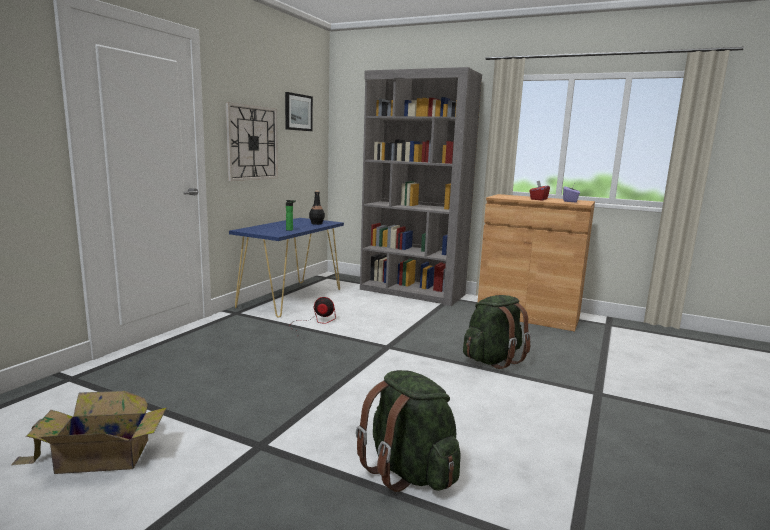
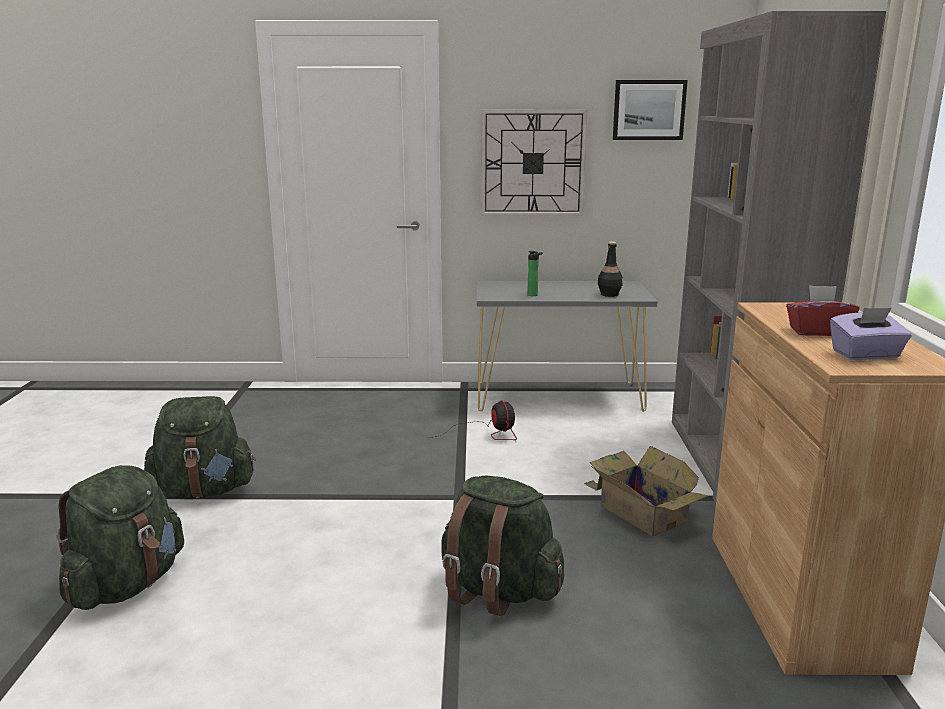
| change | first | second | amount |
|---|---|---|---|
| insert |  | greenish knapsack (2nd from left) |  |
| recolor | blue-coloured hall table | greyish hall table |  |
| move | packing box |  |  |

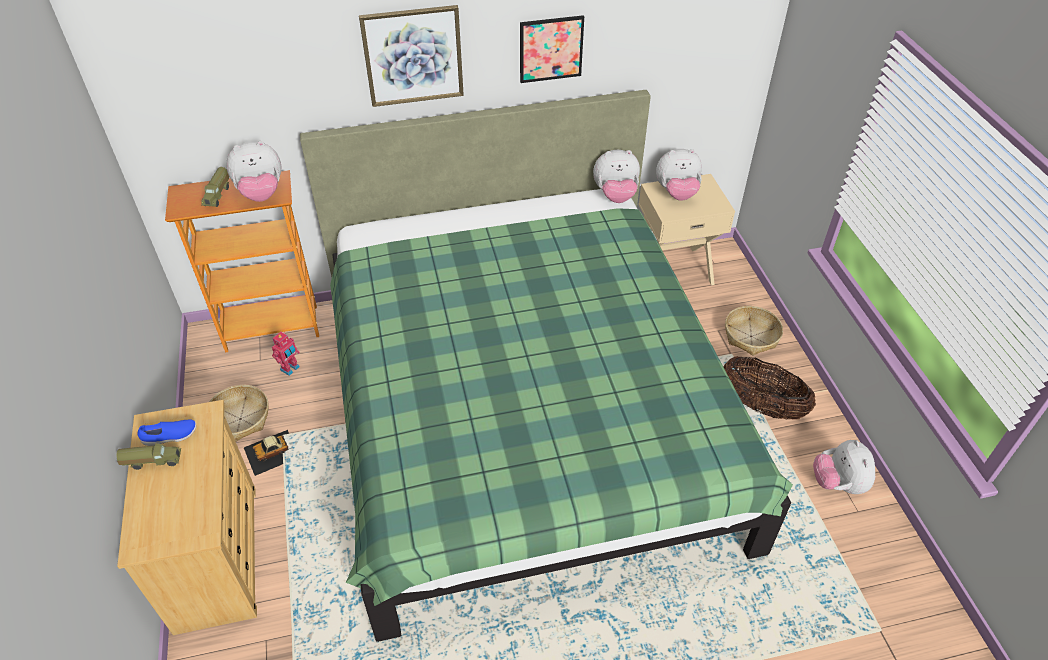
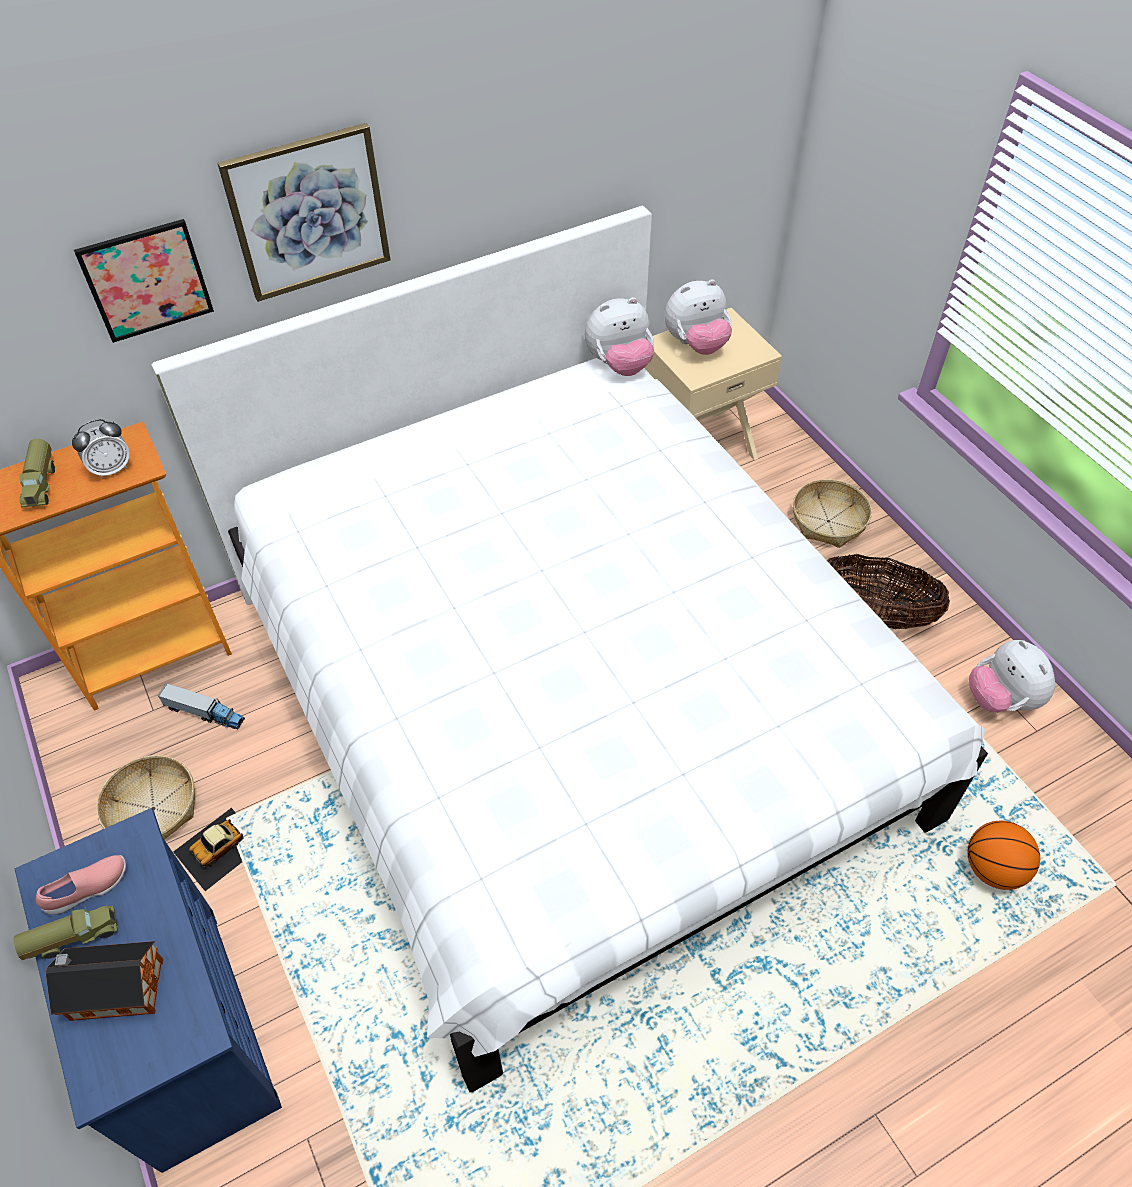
| change | first | second | amount |
|---|---|---|---|
| recolor | beige chest of drawers | blue-coloured chest of drawers |  |
| recolor | blue-coloured shoe | pink-coloured shoe |  |
| insert |  | model house |  |
| replace | cuddly toy (1st from left) | alarm clock |  |
| move | wall art (2nd from left in the first image) | wall art (1st from left) |  |
| recolor | greenish bedroom bed | whitish bedroom bed |  |
| replace | robot figure | toy lorry (3rd from left) |  |
| insert |  | ball for basketball |  |

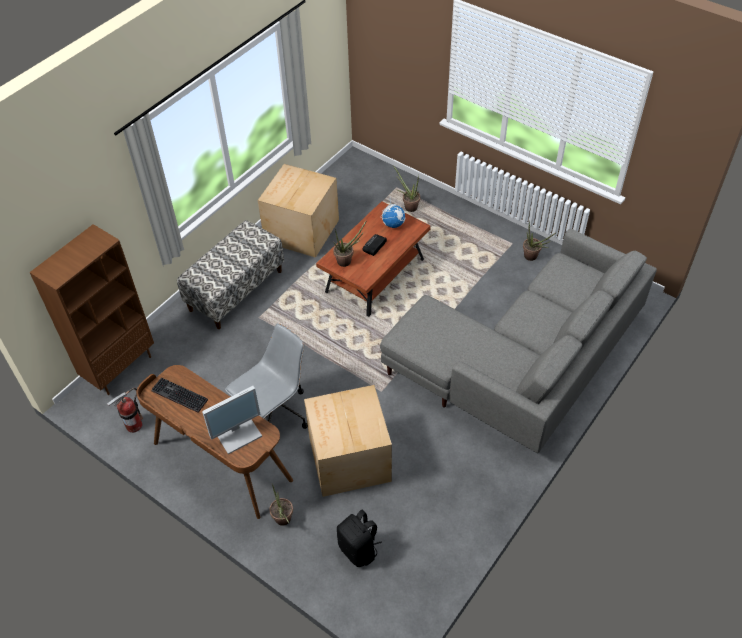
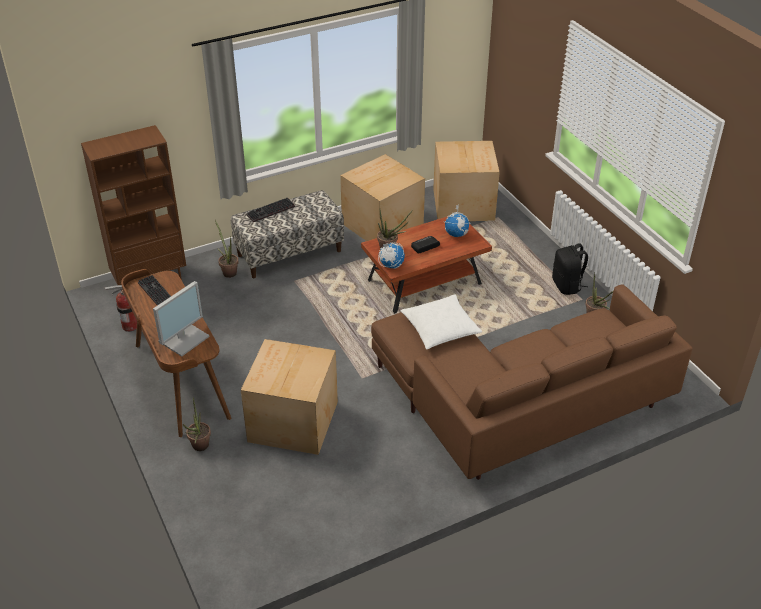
| change | first | second | amount |
|---|---|---|---|
| rotate | computer screen |  | 45 degrees counterclockwise |
| move | plant in a pot (3rd from left in the first image) | plant in a pot (2nd from left) |  |
| insert |  | PC keyboard (2nd from left) |  |
| recolor | greyish couch | brownish couch |  |
| insert |  | world globe (1st from left) |  |
| insert |  | whitish pillow |  |
| insert |  | packing box (3rd from left) |  |
| move | black-coloured knapsack |  |  |
| delete | greyish desk chair |  |  |

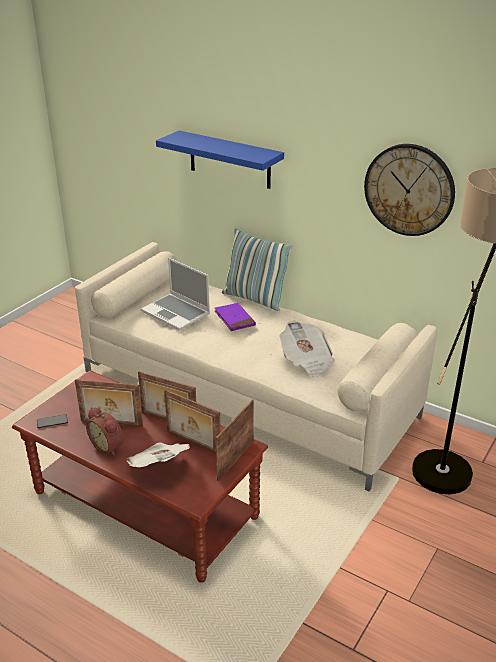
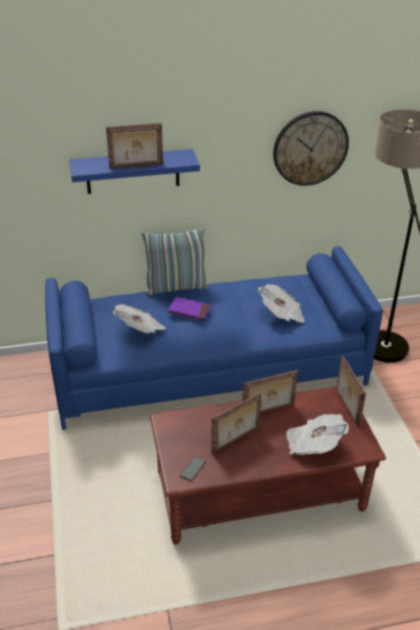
| change | first | second | amount |
|---|---|---|---|
| recolor | beige couch | blue-coloured couch |  |
| move | standing frame (3rd from left in the first image) | standing frame (1st from left) |  |
| replace | notebook computer | daily paper (1st from left) |  |
| delete | alarm clock |  |  |

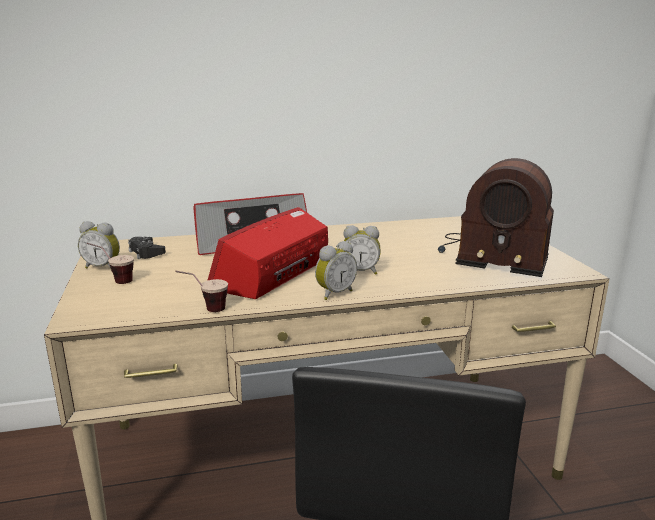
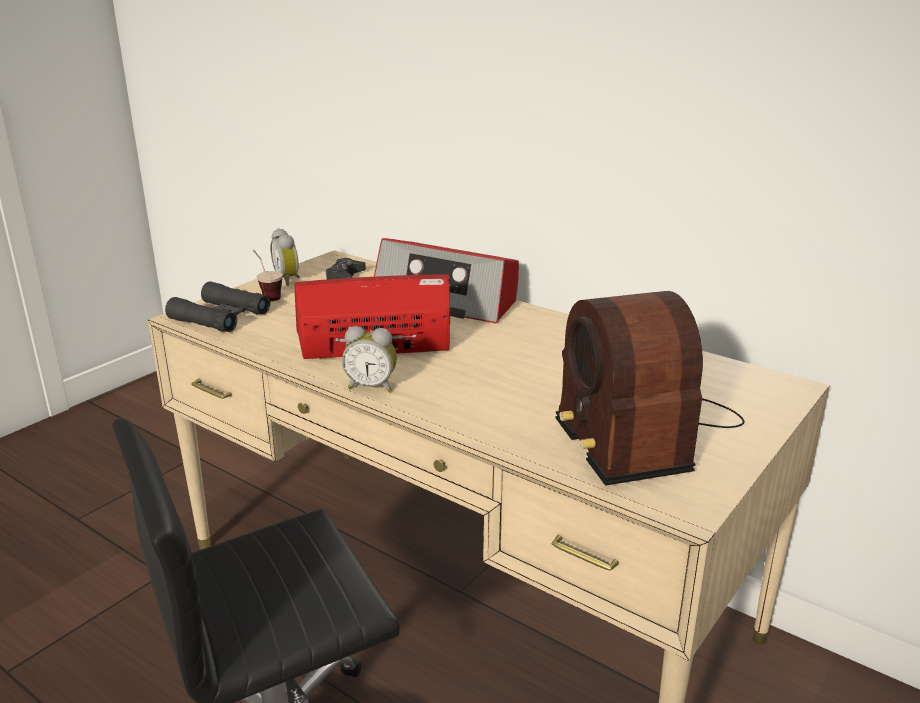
| change | first | second | amount |
|---|---|---|---|
| insert |  | black-coloured binoculars |  |
| delete | cup (2nd from left) |  |  |
| delete | alarm clock (3rd from left) |  |  |

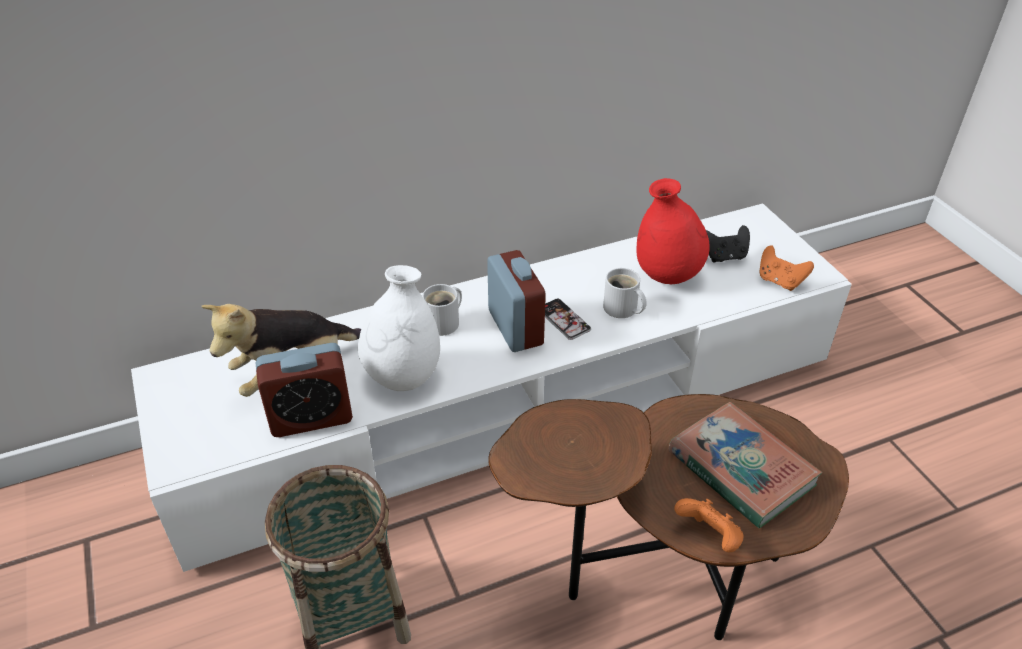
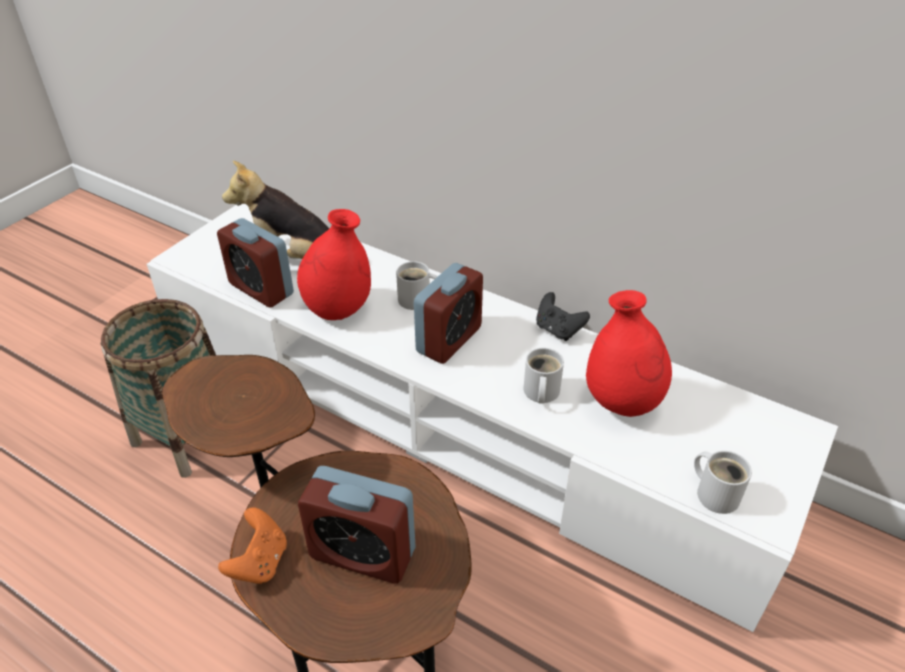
| change | first | second | amount |
|---|---|---|---|
| recolor | whitish vase | red-coloured vase (1st from left) |  |
| replace | volume | alarm clock (2nd from left) |  |
| move | black-coloured gamepad |  |  |
| replace | orangey gamepad (2nd from left) | whitish tea mug (3rd from left) |  |
| delete | telephone |  |  |

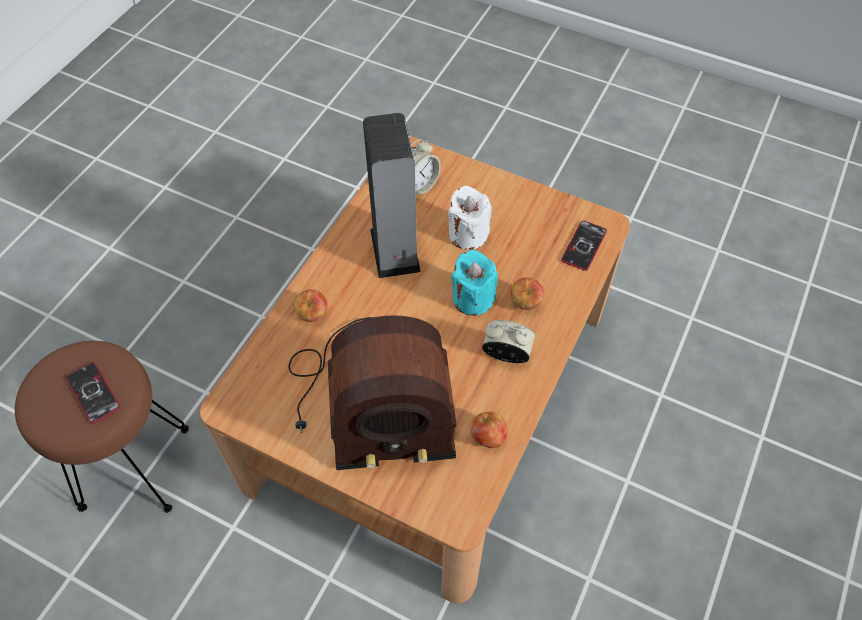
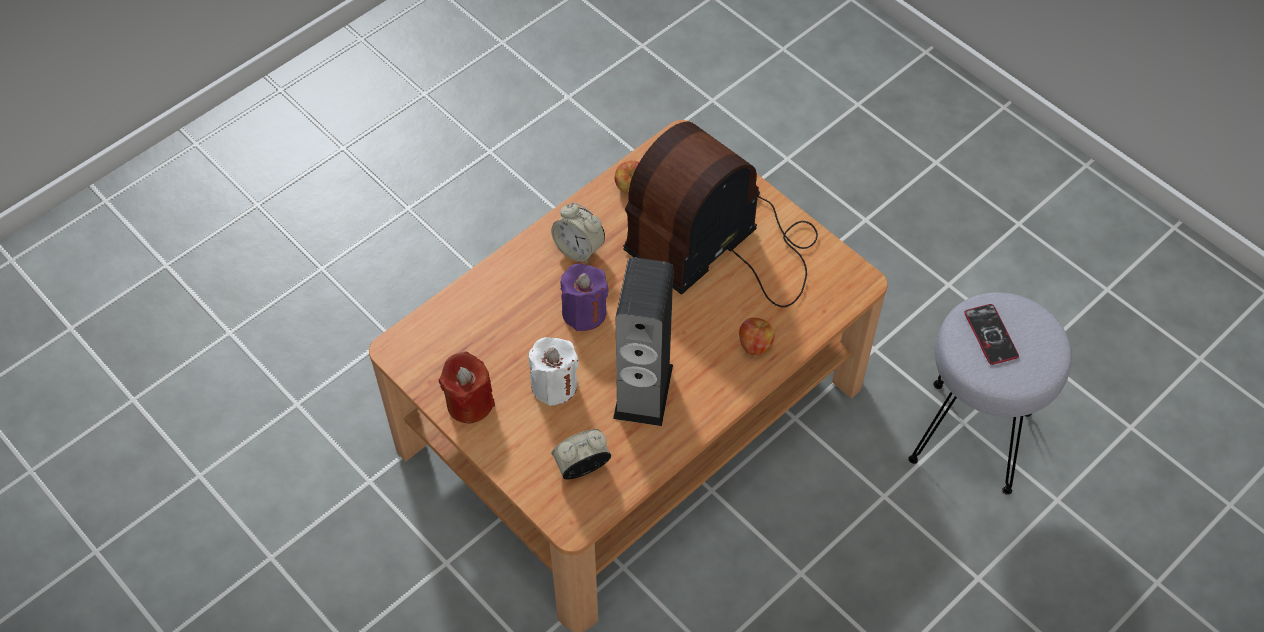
| change | first | second | amount |
|---|---|---|---|
| insert |  | red-coloured candle |  |
| recolor | blue-green candle | purple-coloured candle |  |
| rotate | radio |  | 60 degrees counterclockwise |
| recolor | brownish stool | greyish stool |  |
| delete | apple fruit (3rd from left) |  |  |
| delete | telephone (2nd from left) |  |  |

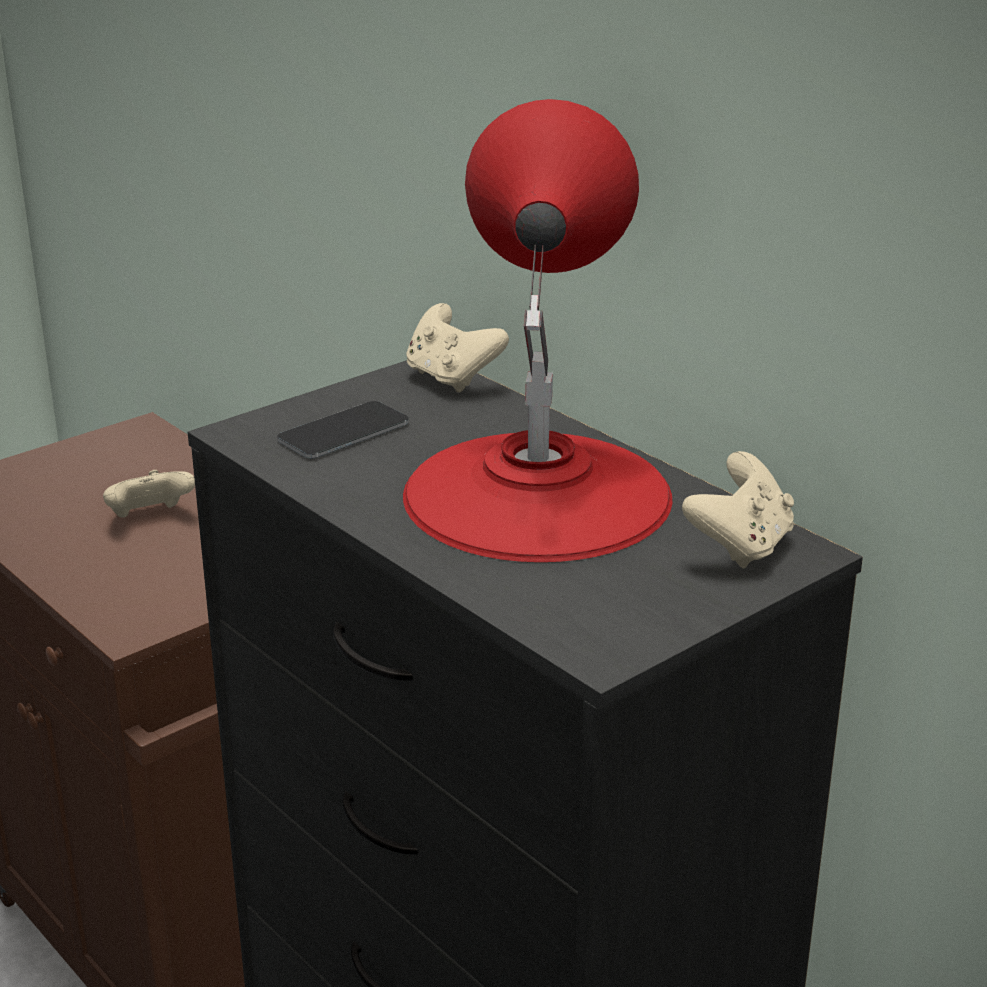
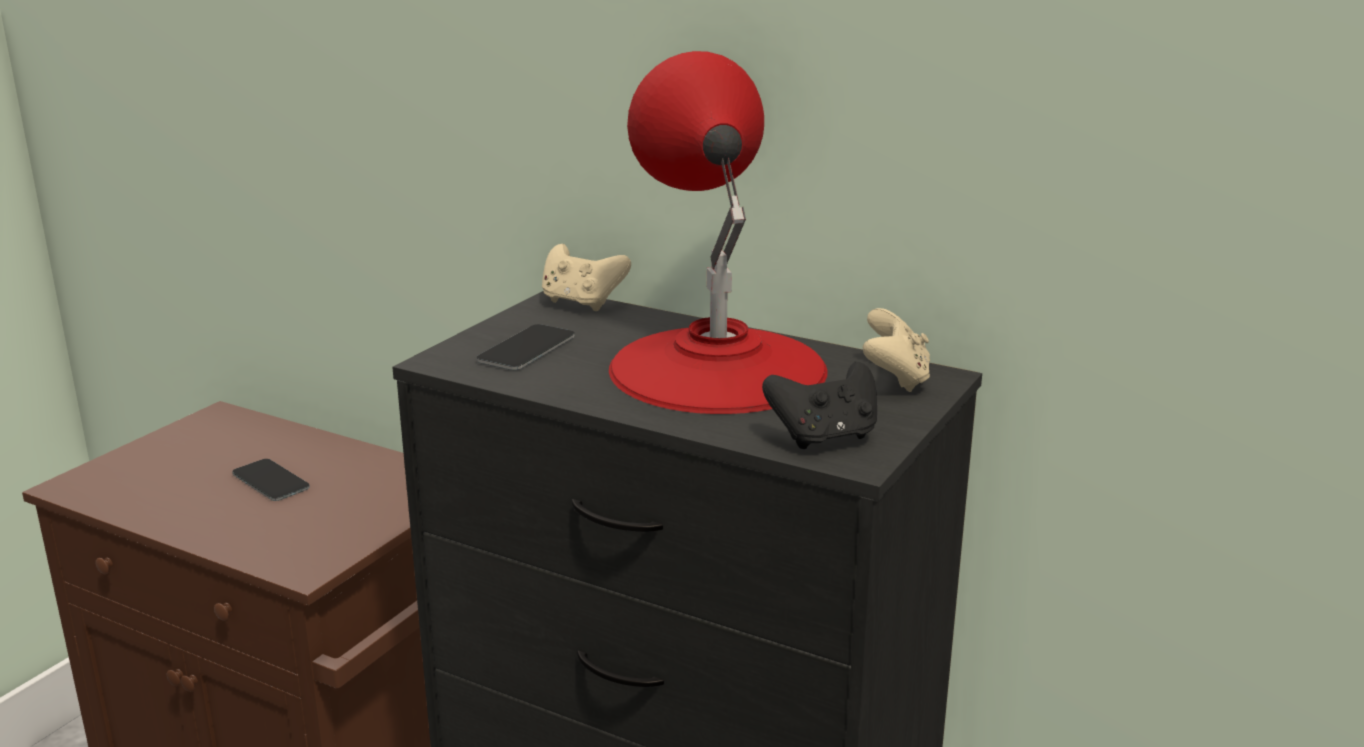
| change | first | second | amount |
|---|---|---|---|
| replace | beige gamepad (1st from left) | telephone (1st from left) |  |
| insert |  | black-coloured gamepad |  |

